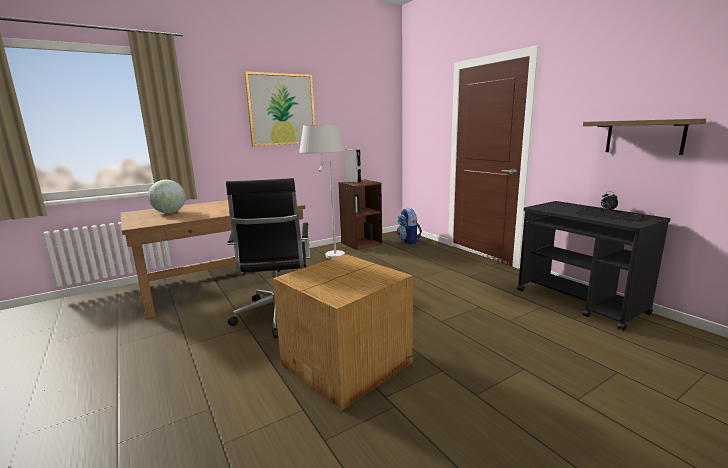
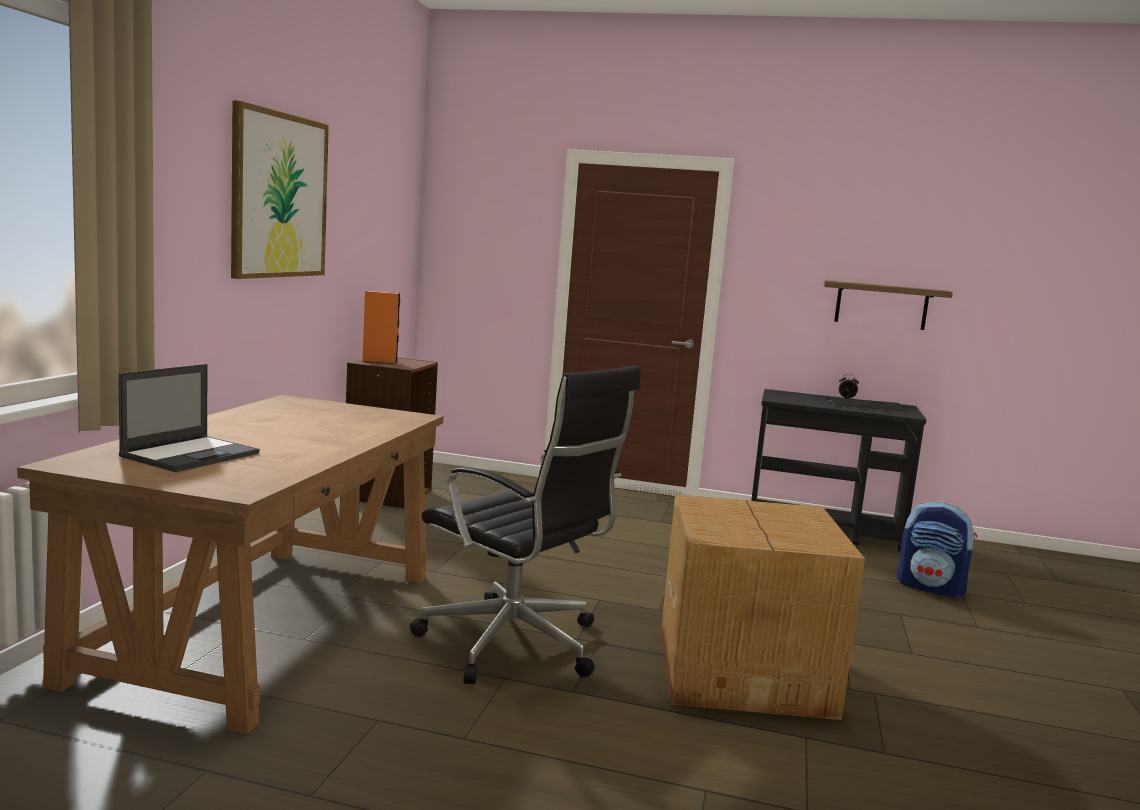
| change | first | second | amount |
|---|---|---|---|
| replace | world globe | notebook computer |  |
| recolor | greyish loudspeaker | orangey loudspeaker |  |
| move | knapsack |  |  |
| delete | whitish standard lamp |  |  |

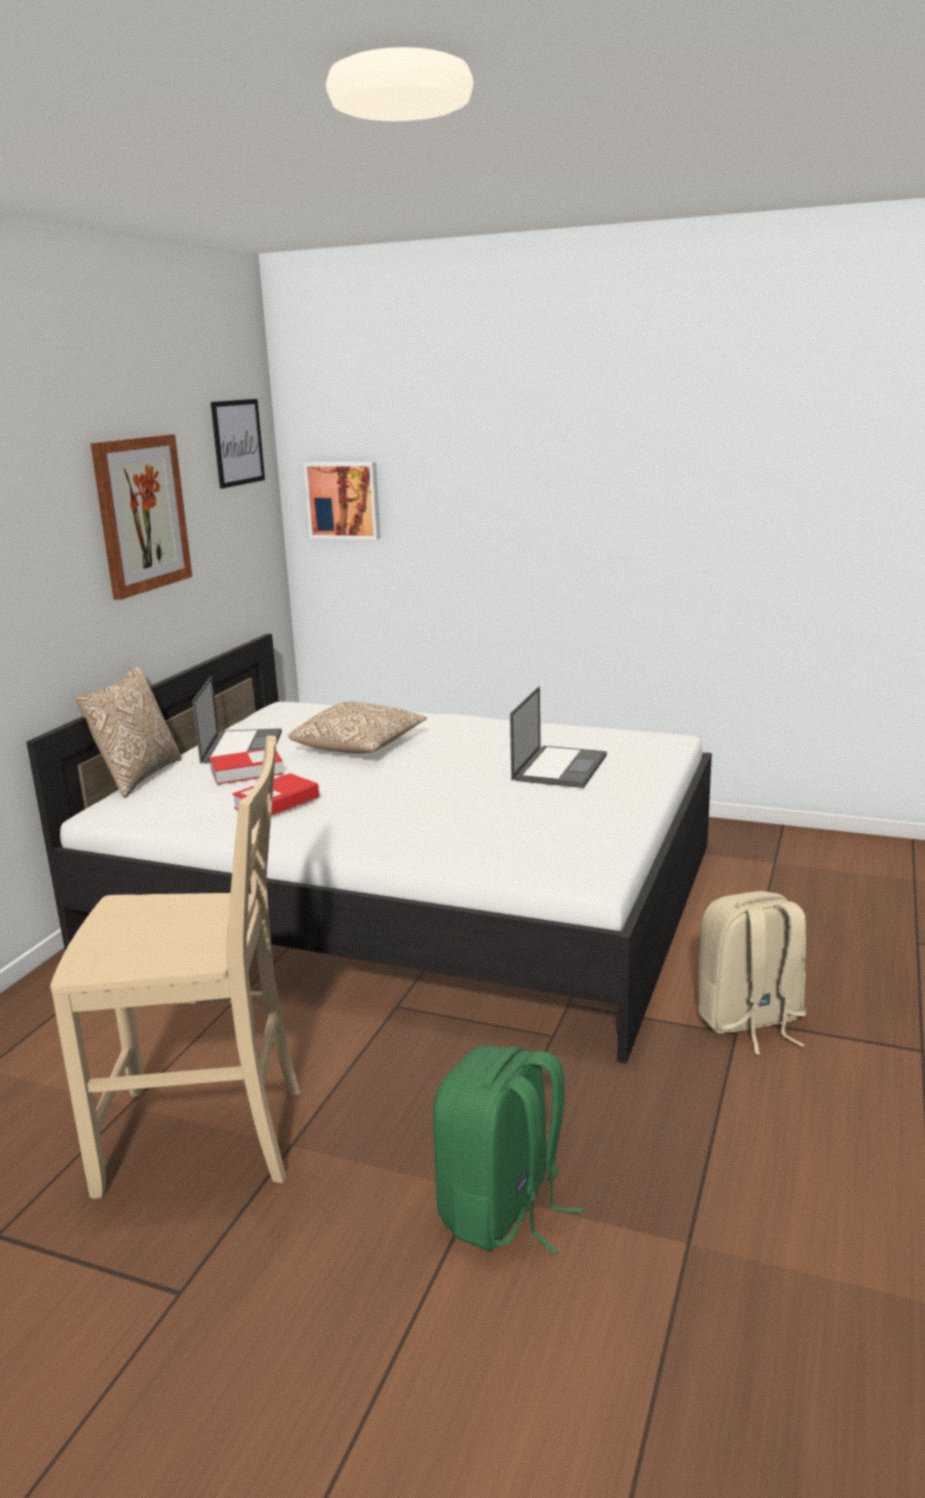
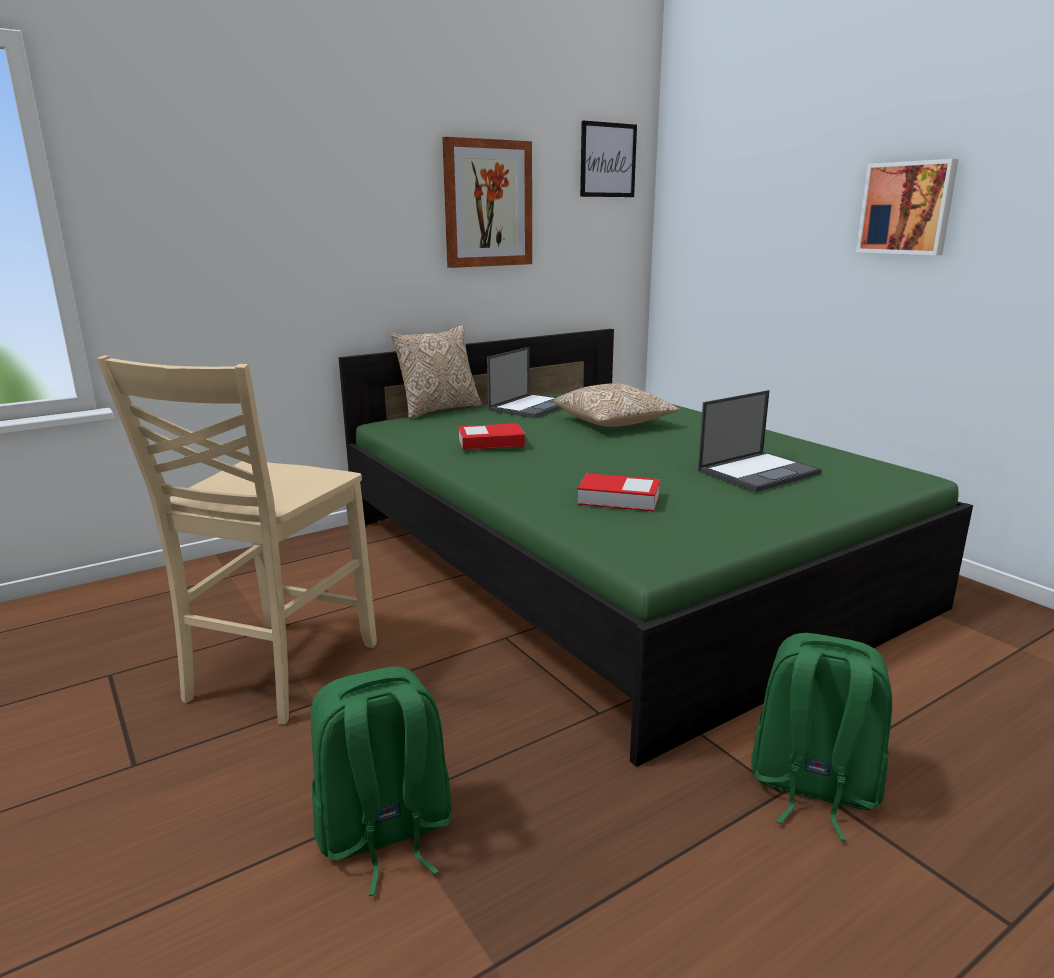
| change | first | second | amount |
|---|---|---|---|
| rotate | beige chair |  | 75 degrees clockwise |
| recolor | whitish bedroom bed | greenish bedroom bed |  |
| move | volume (1st from left in the first image) | volume (2nd from left) |  |
| recolor | beige knapsack | greenish knapsack (2nd from left) |  |
| move | wall art (3rd from left) |  |  |

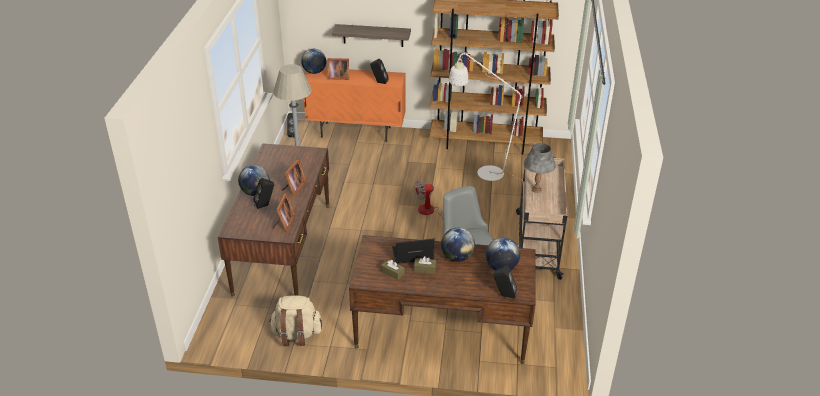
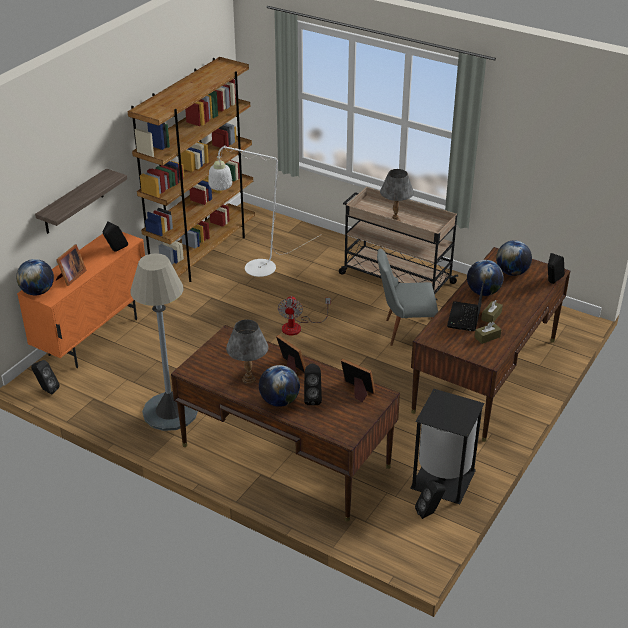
| change | first | second | amount |
|---|---|---|---|
| insert |  | greyish tabletop lamp (1st from left) |  |
| replace | beige knapsack | black-coloured trash can |  |
| insert |  | black-coloured loudspeaker (4th from left) |  |

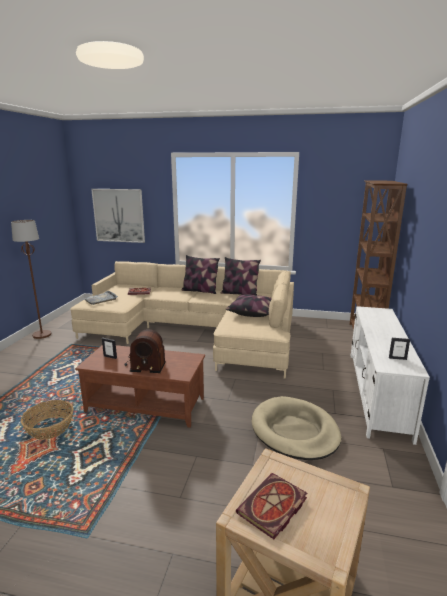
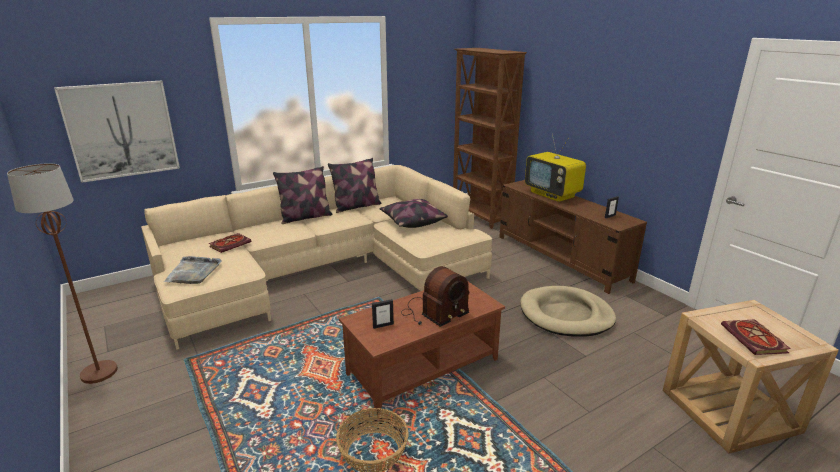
| change | first | second | amount |
|---|---|---|---|
| recolor | whitish media console | brownish media console |  |
| insert |  | TV set |  |

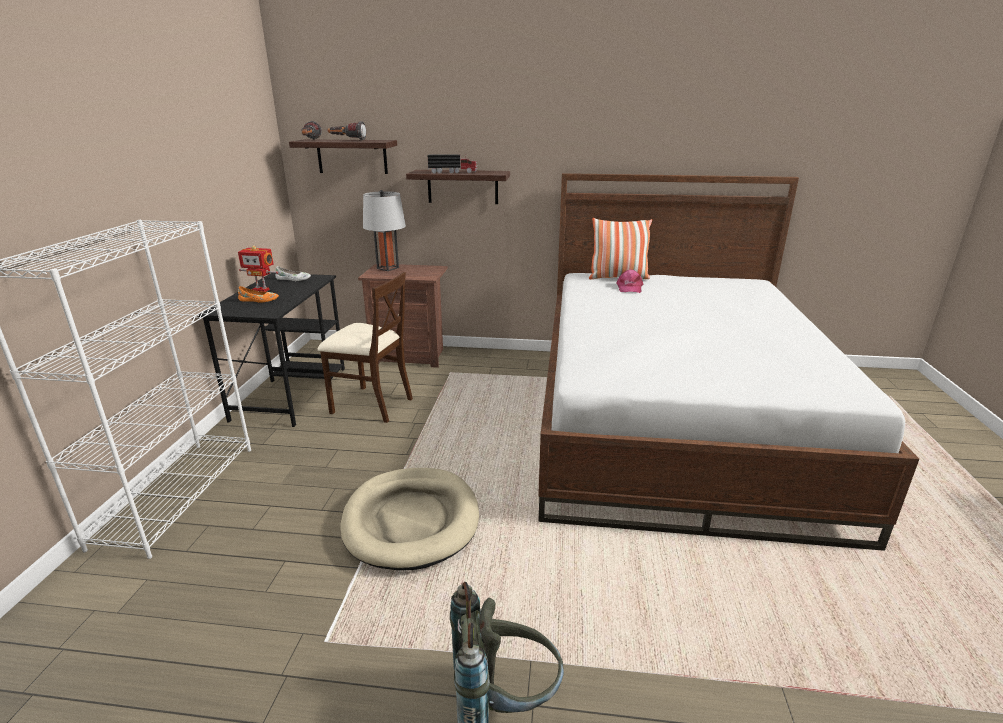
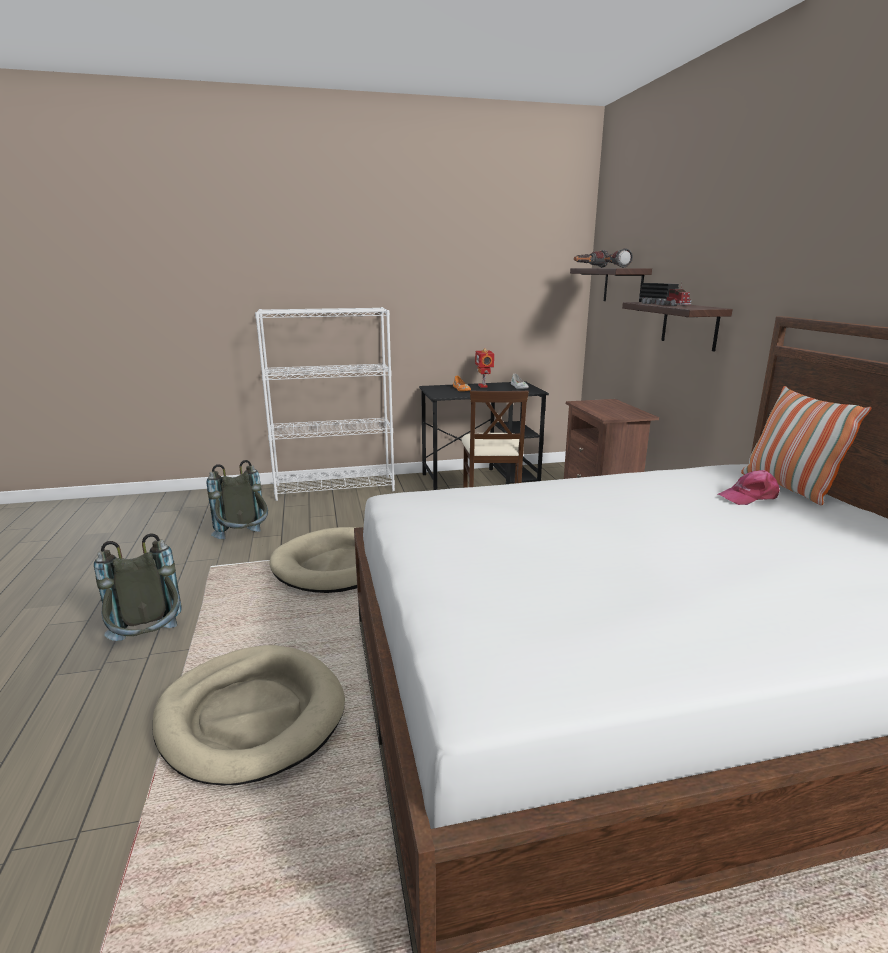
| change | first | second | amount |
|---|---|---|---|
| insert |  | beige pet bed (1st from left) |  |
| insert |  | greyish knapsack (2nd from left) |  |
| delete | greyish tabletop lamp |  |  |

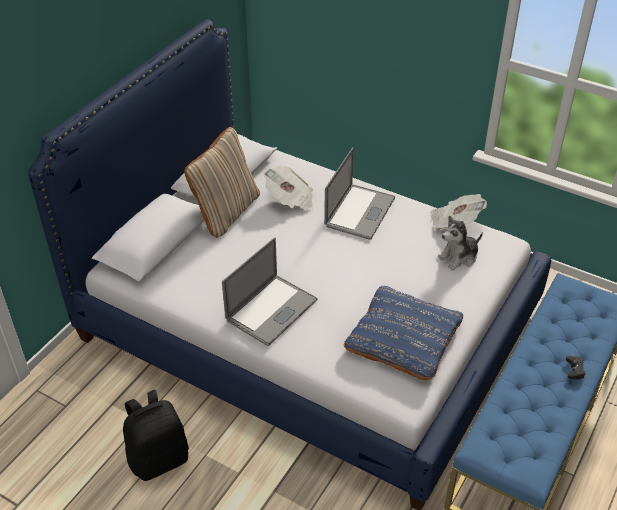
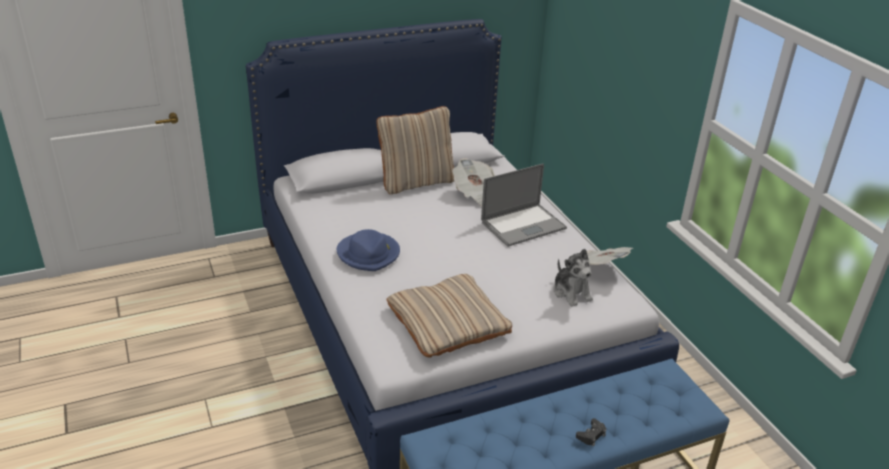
| change | first | second | amount |
|---|---|---|---|
| replace | notebook computer (1st from left) | blue-coloured wearable hat |  |
| recolor | blue-coloured pillow | beige pillow (2nd from left) |  |
| rotate | cuddly toy |  | 120 degrees counterclockwise |
| delete | black-coloured knapsack |  |  |

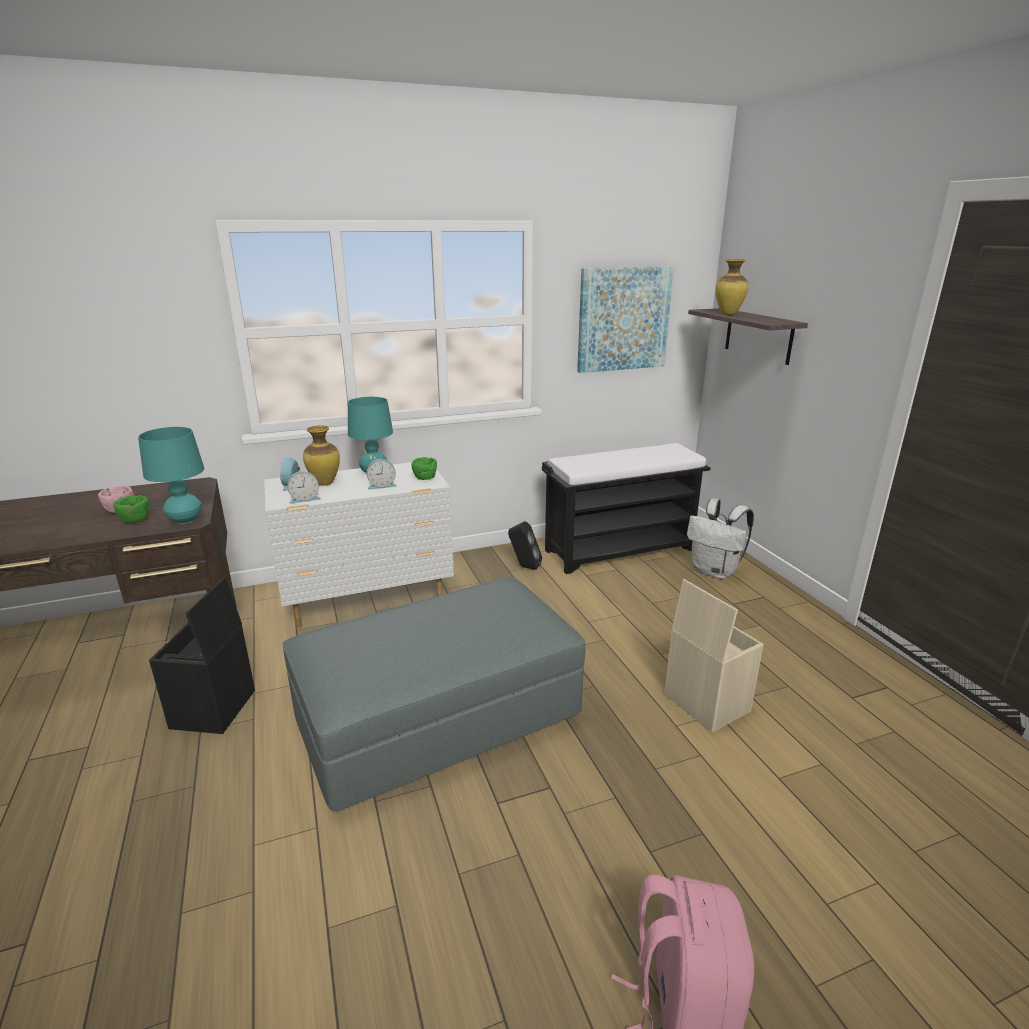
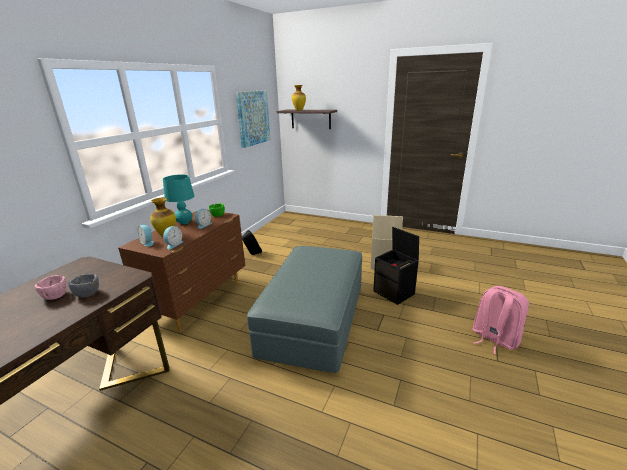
| change | first | second | amount |
|---|---|---|---|
| recolor | greenish serving bowl (1st from left) | greyish serving bowl |  |
| recolor | whitish chest of drawers | brownish chest of drawers |  |
| move | black-coloured storage container |  |  |
| delete | blue-green tabletop lamp (1st from left) |  |  |
| delete | black-coloured indoor bench |  |  |
| delete | whitish knapsack |  |  |

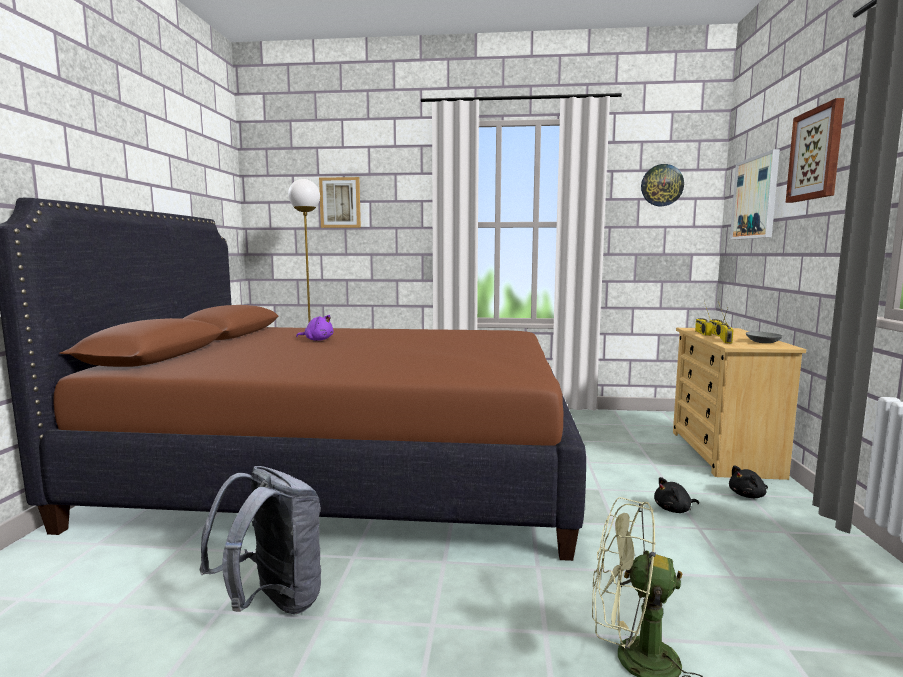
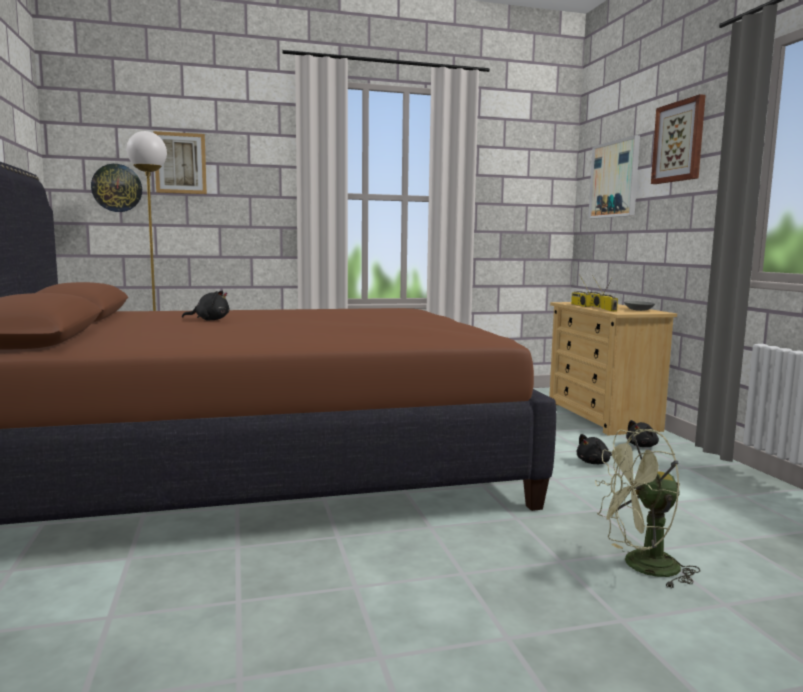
| change | first | second | amount |
|---|---|---|---|
| move | wall clock |  |  |
| recolor | purple-coloured cuddly toy | black-coloured cuddly toy (1st from left) |  |
| delete | greyish knapsack |  |  |

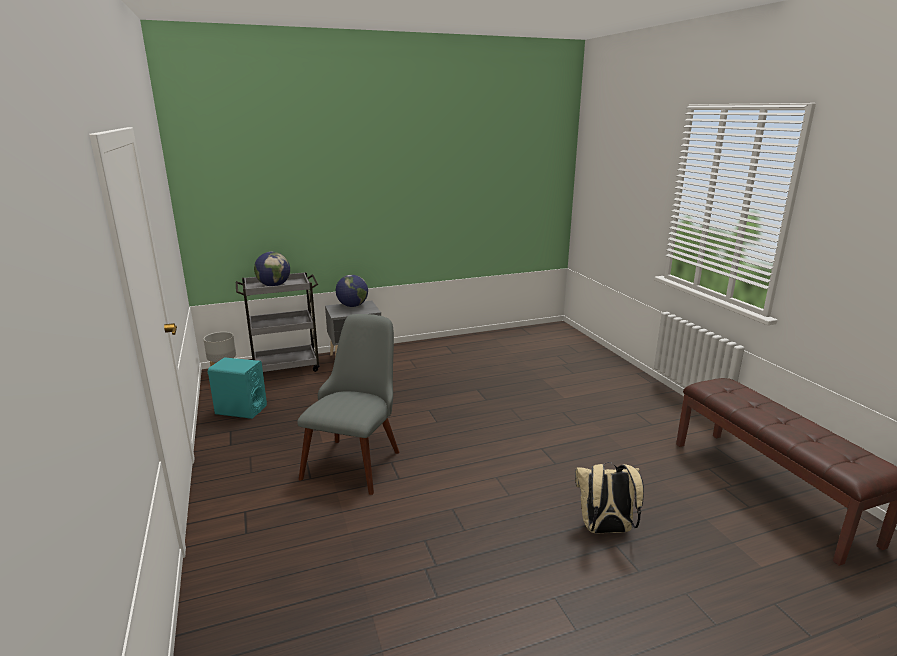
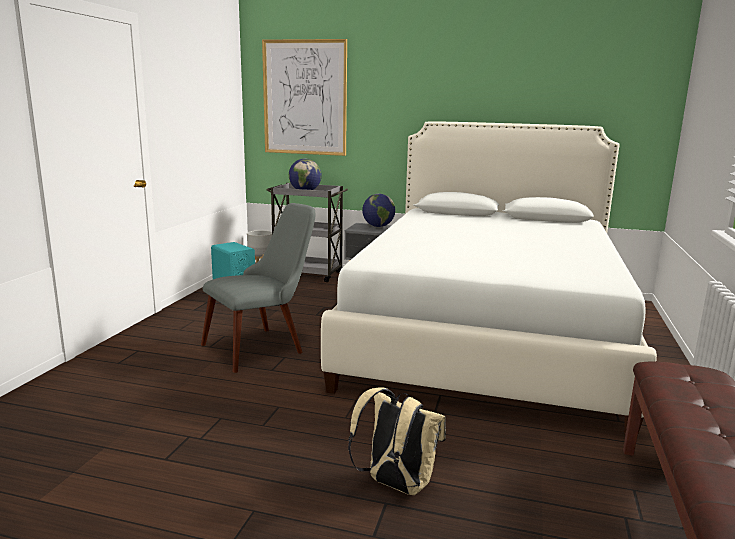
| change | first | second | amount |
|---|---|---|---|
| insert |  | wall art |  |
| insert |  | whitish bedroom bed |  |

